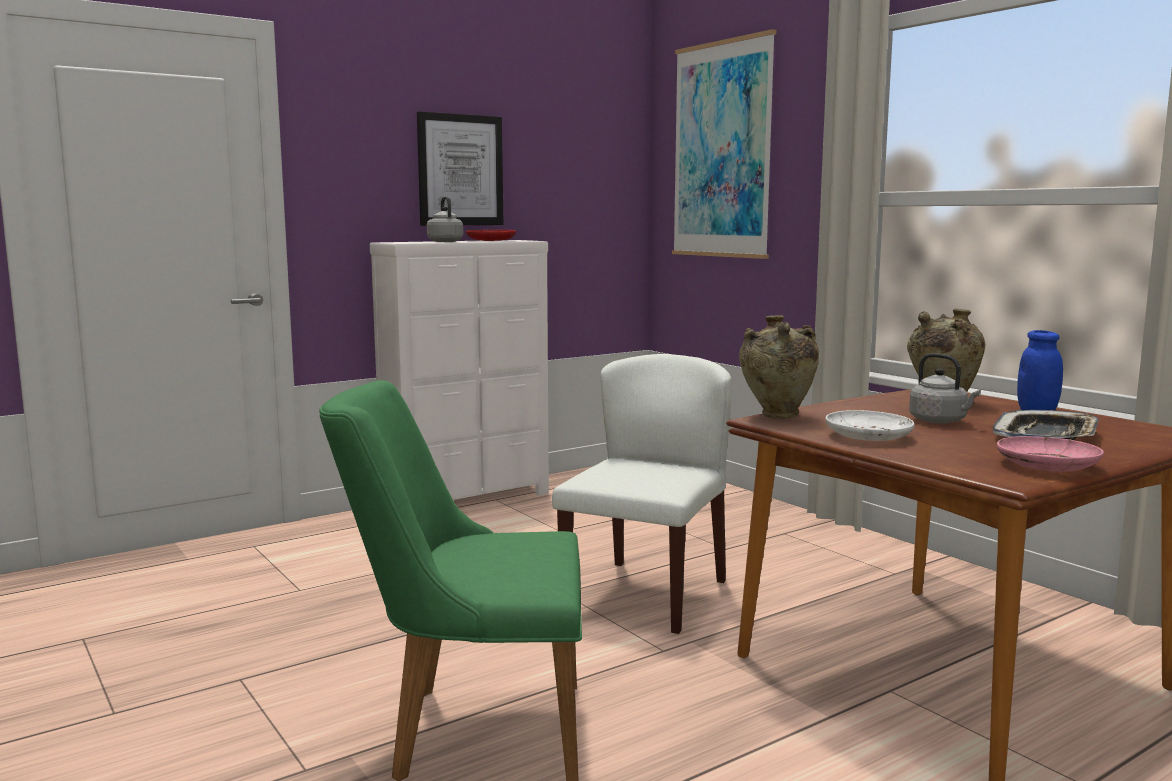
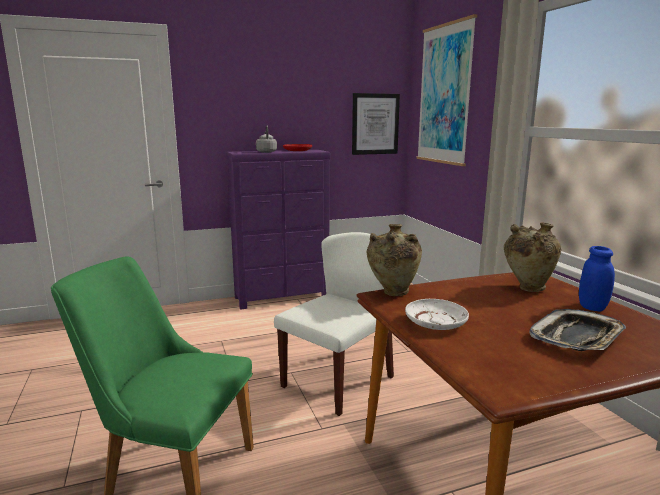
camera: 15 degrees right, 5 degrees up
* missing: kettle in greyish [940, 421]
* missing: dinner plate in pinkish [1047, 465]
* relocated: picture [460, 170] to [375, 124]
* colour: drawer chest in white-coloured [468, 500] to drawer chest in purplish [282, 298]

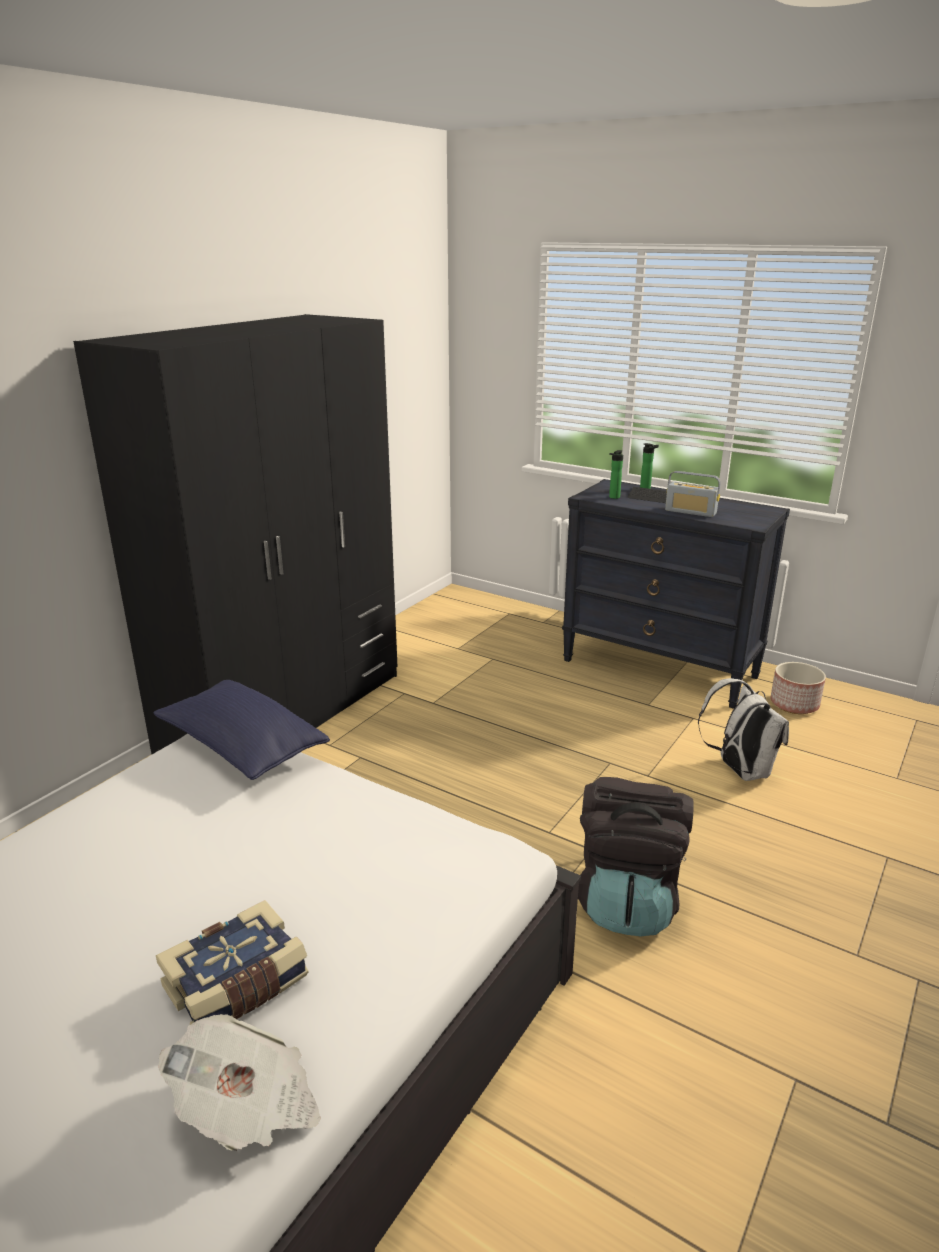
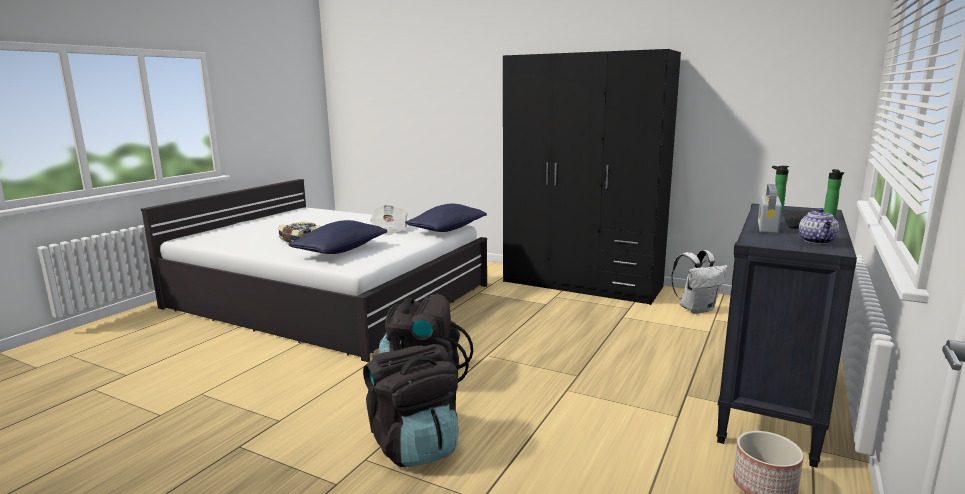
camera: 85 degrees right, 10 degrees down
* appeared: throw pillow in blue-coloured [340, 250]
* appeared: backpack in blackish [414, 445]
* appeared: tea pot [817, 241]
* relocated: daily paper [249, 1108] to [390, 230]
* relocated: backpack in white-coloured [739, 770] to [696, 309]

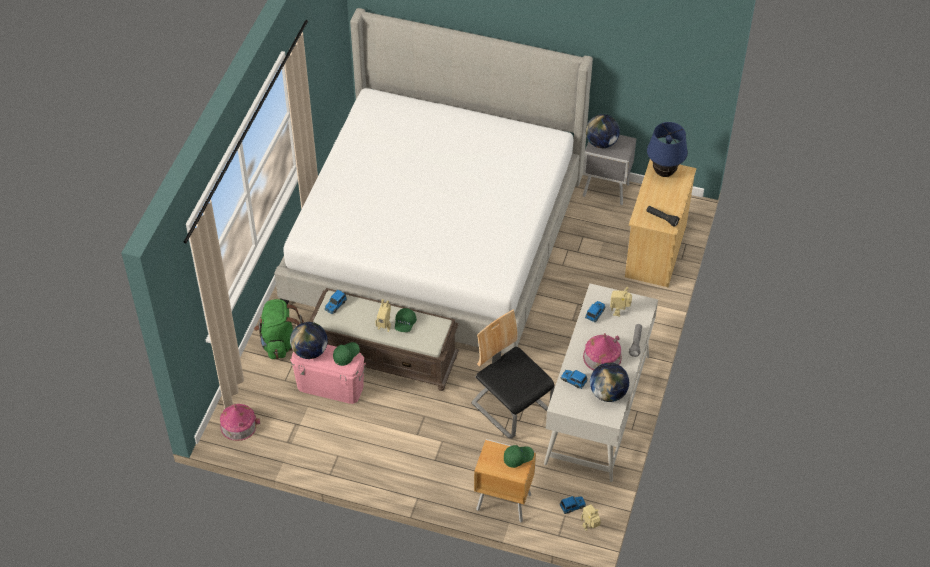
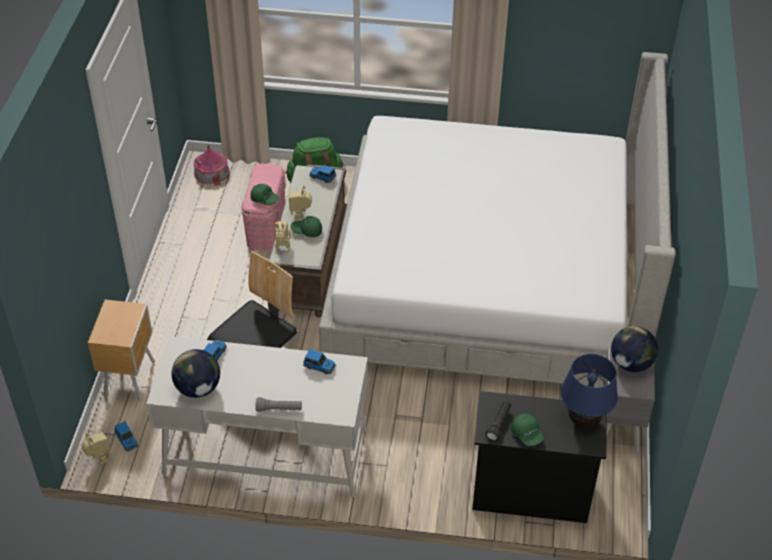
camera: 80 degrees right, 5 degrees down
* missing: world globe [310, 351]
* missing: miniature house [602, 357]
* relocated: baseball cap in green [518, 458] to [527, 434]
* relocated: toy robot [619, 311] to [282, 249]
* colour: drawer chest in beige [655, 251] to drawer chest in blackish [530, 491]

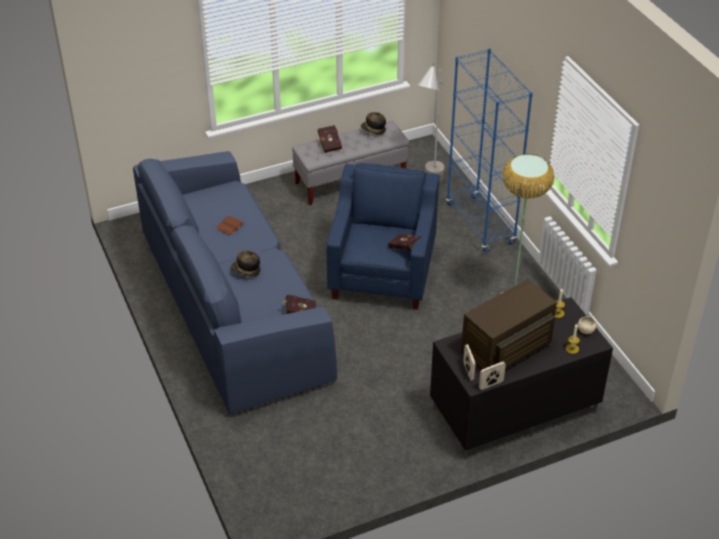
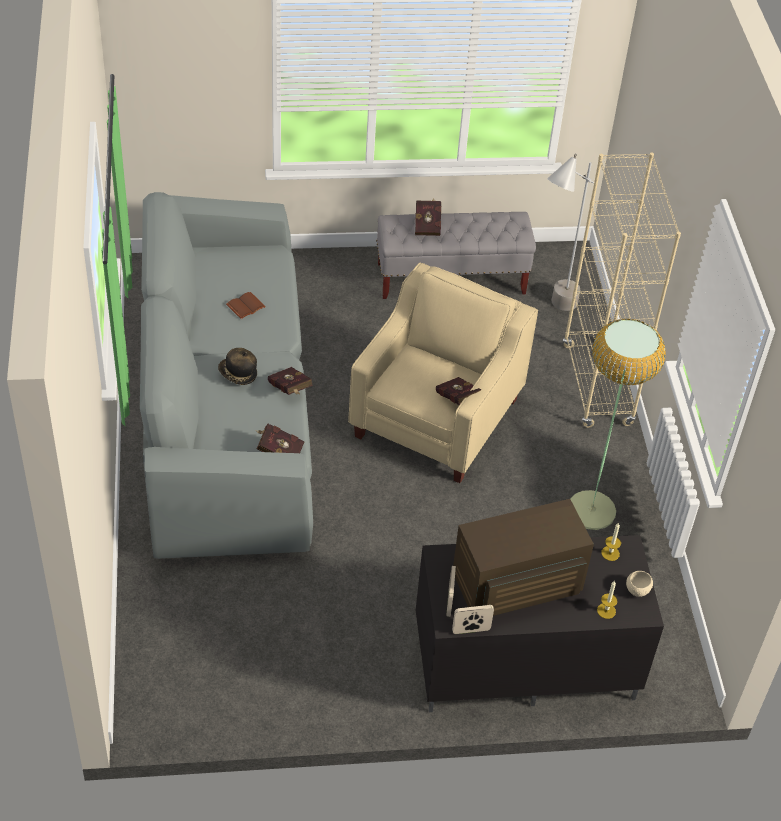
camera: 15 degrees right, 5 degrees up
* missing: clothing hat [373, 130]
* appeared: bound book in reddish [290, 390]
* colour: couch in blue-coloured [233, 305] to couch in greyish [226, 410]
* colour: armchair in blue-coloured [383, 272] to armchair in beige [437, 418]
* colour: shelving unit in blue-coloured [480, 224] to shelving unit in beige [597, 386]

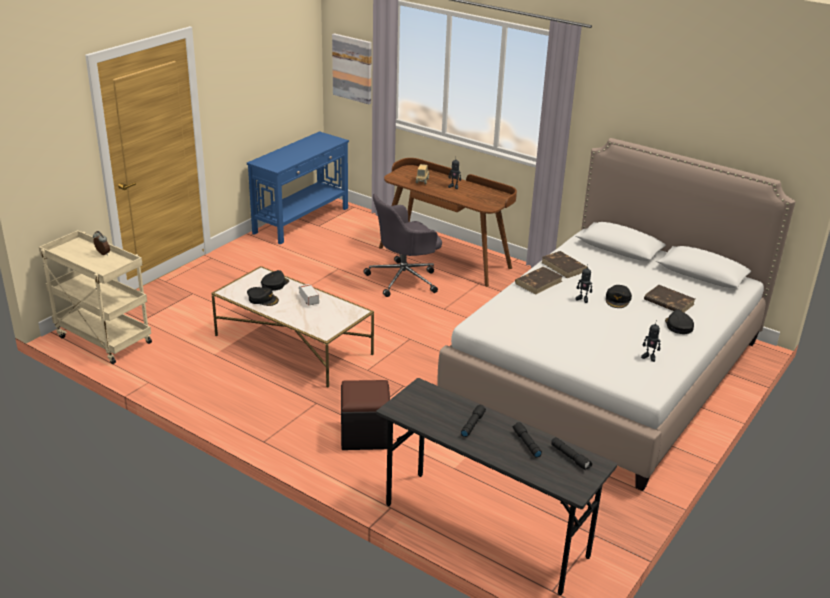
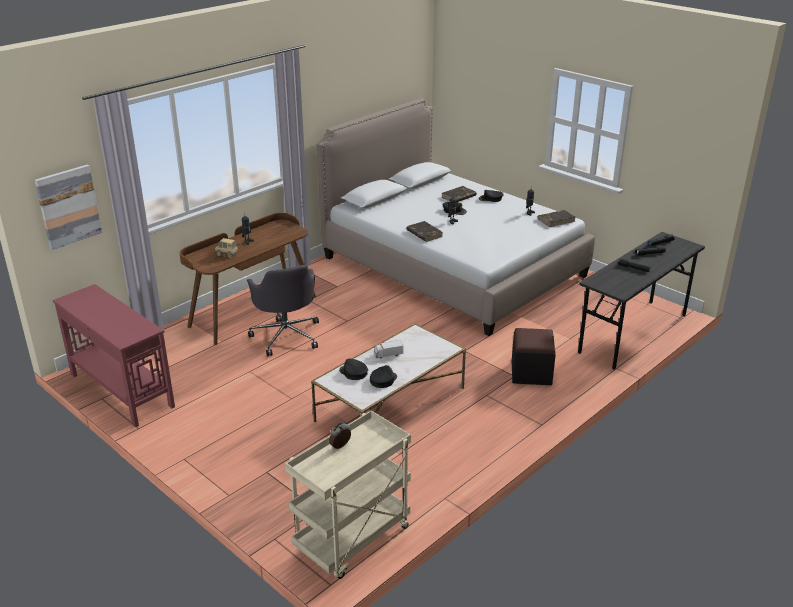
camera: 80 degrees left, 0 degrees up
* relocated: bound book in brown-coloured [564, 267] to [556, 220]
* colour: narrow table in blue-coloured [302, 220] to narrow table in reddish [121, 390]

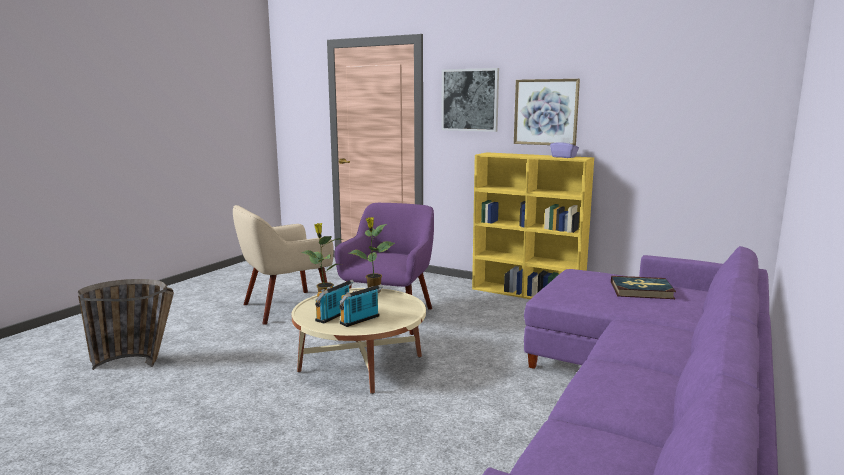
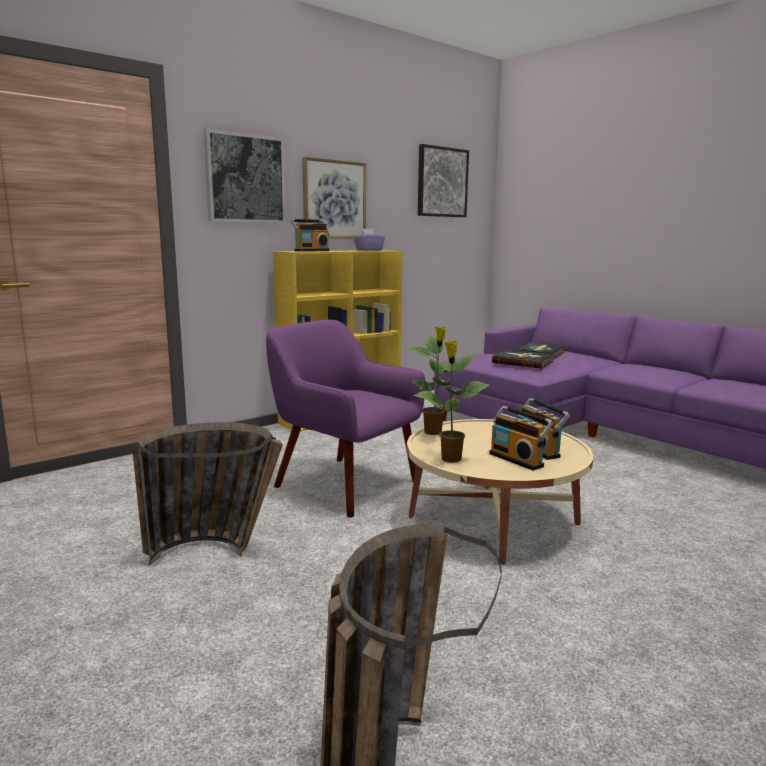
camera: 70 degrees left, 0 degrees up
* appeared: radio set [311, 251]
* appeared: picture [442, 182]
* appeared: bound book [523, 362]
* exchanged: armchair in beige [285, 307] to household basket [217, 551]

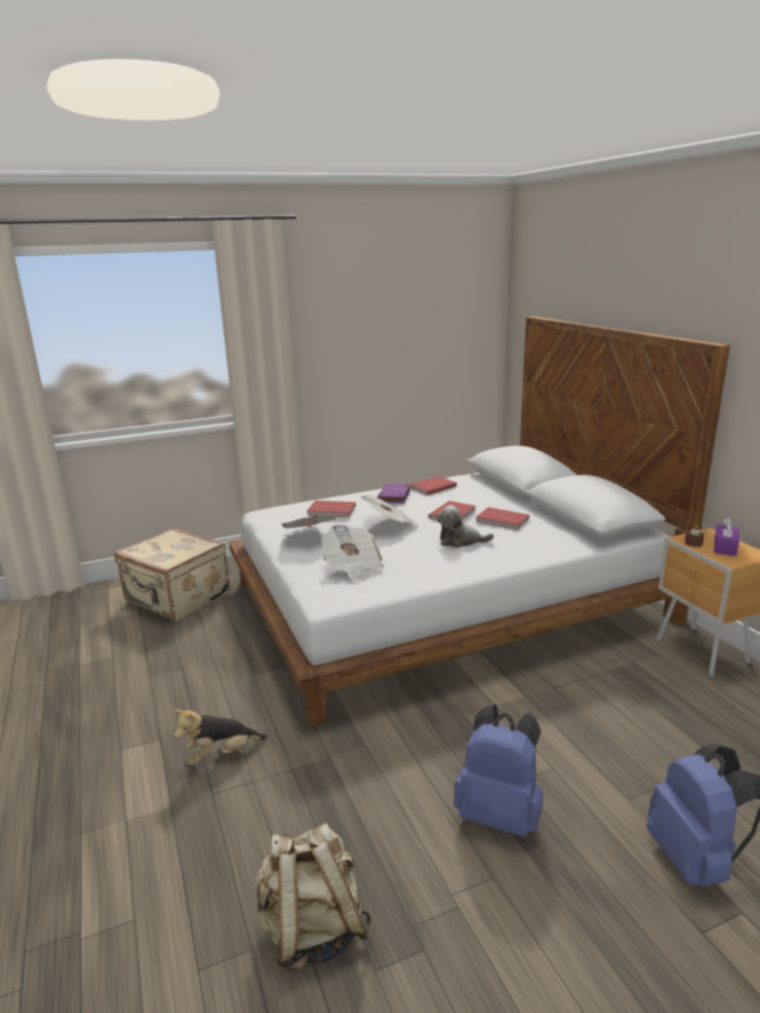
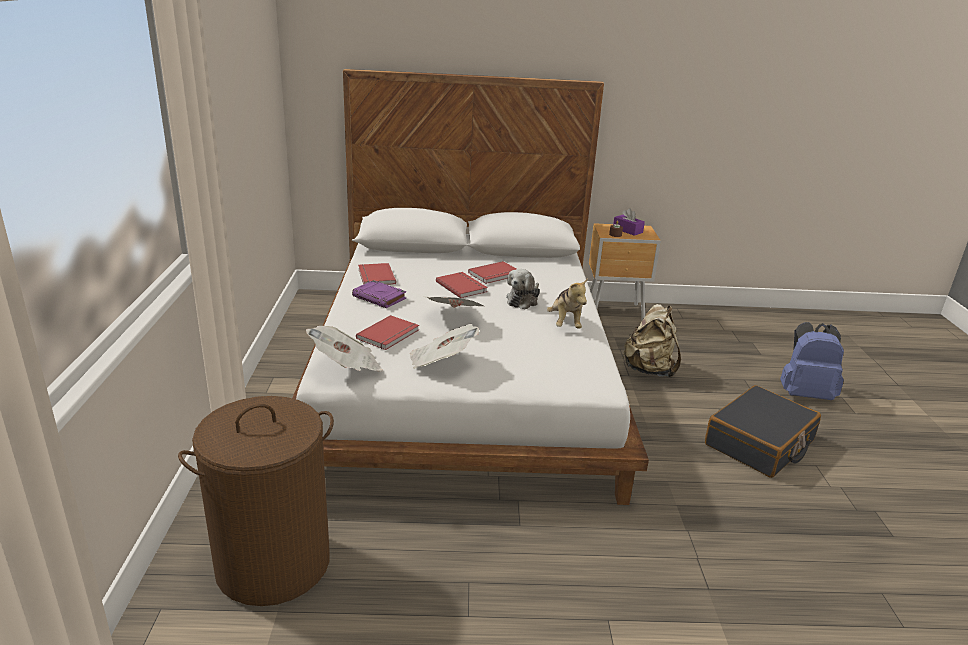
camera: 70 degrees left, 5 degrees up
* relocated: soft toy [221, 754] to [565, 323]
* relocated: backpack in beige [312, 929] to [649, 370]
* relocated: daily paper [353, 568] to [346, 366]
* exchanged: suitcase in beige [177, 599] to hamper in brown-coloured [273, 563]
* exchanged: backpack in blue-coloured [499, 814] to suitcase in blackish [759, 443]

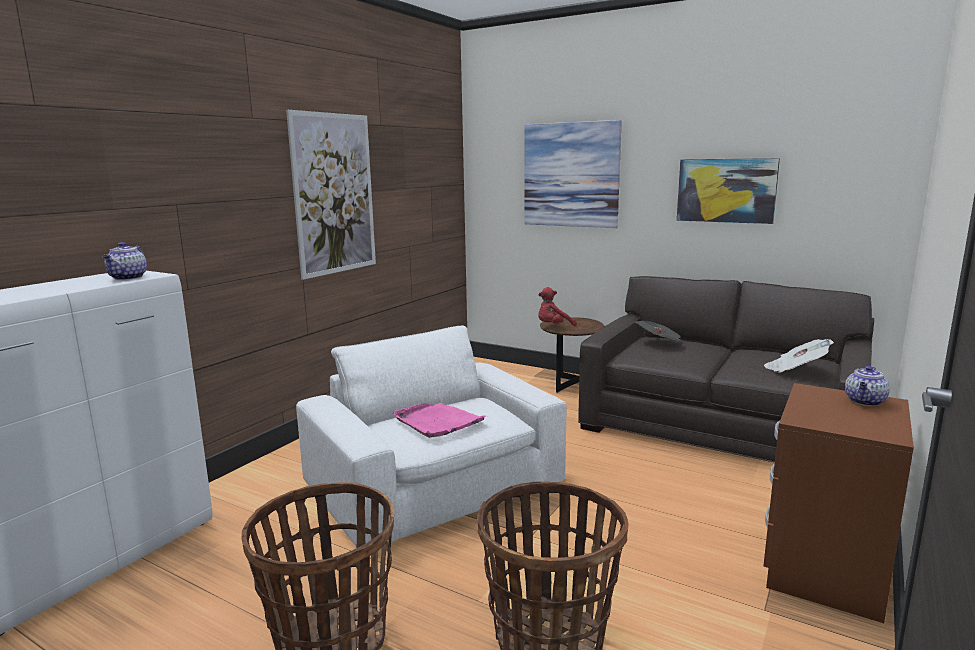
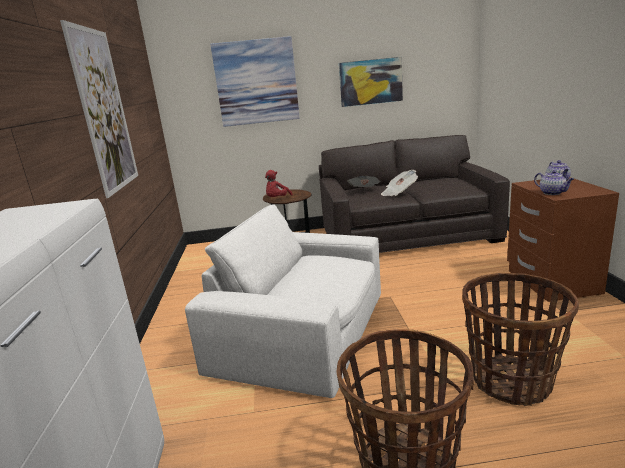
camera: 35 degrees left, 5 degrees up
* missing: carrying tray in pinkish [437, 422]
* relocated: tea pot [128, 278] to [552, 193]
* relocated: daily paper [795, 370] to [399, 193]

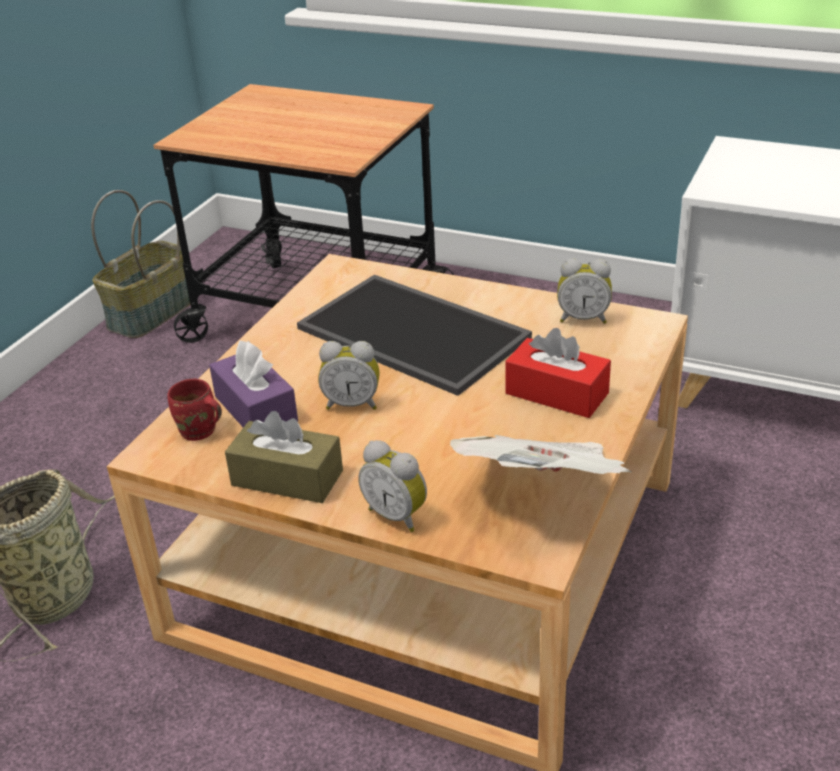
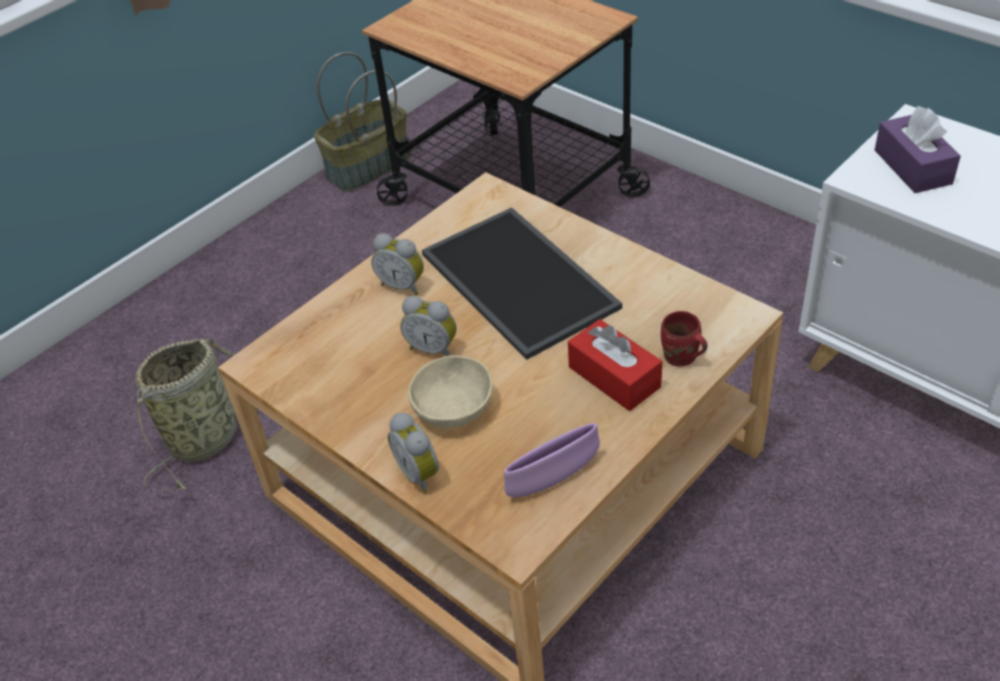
camera: 20 degrees right, 10 degrees up
* missing: tissue holder in brown-coloured [287, 478]
* appeared: serving bowl in beige [455, 410]
* relocated: coffee mug in reddish [199, 433] to [680, 358]
* relocated: tissue holder in purplish [256, 409] to [912, 167]
* relocated: bedside clock [583, 318] to [403, 285]
* exchanged: daily paper [544, 490] to serving bowl in purplish [553, 479]

